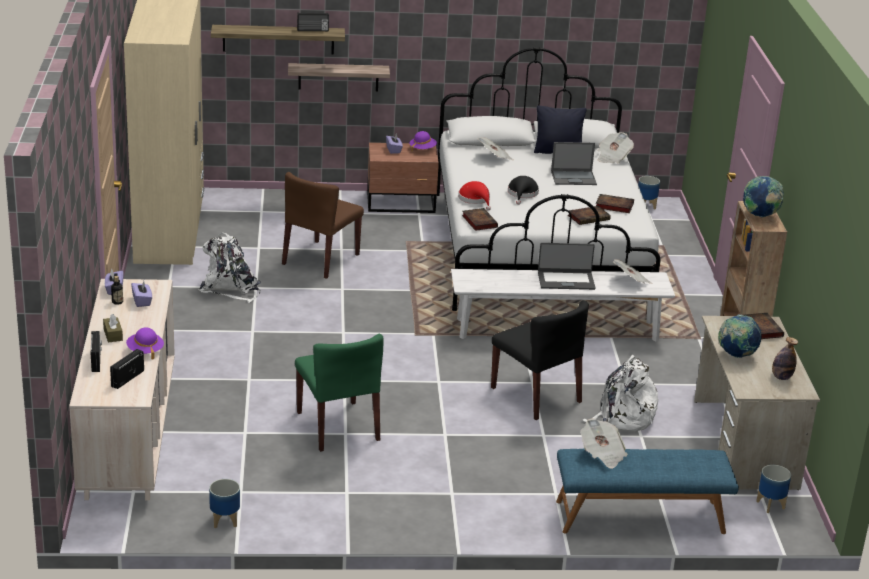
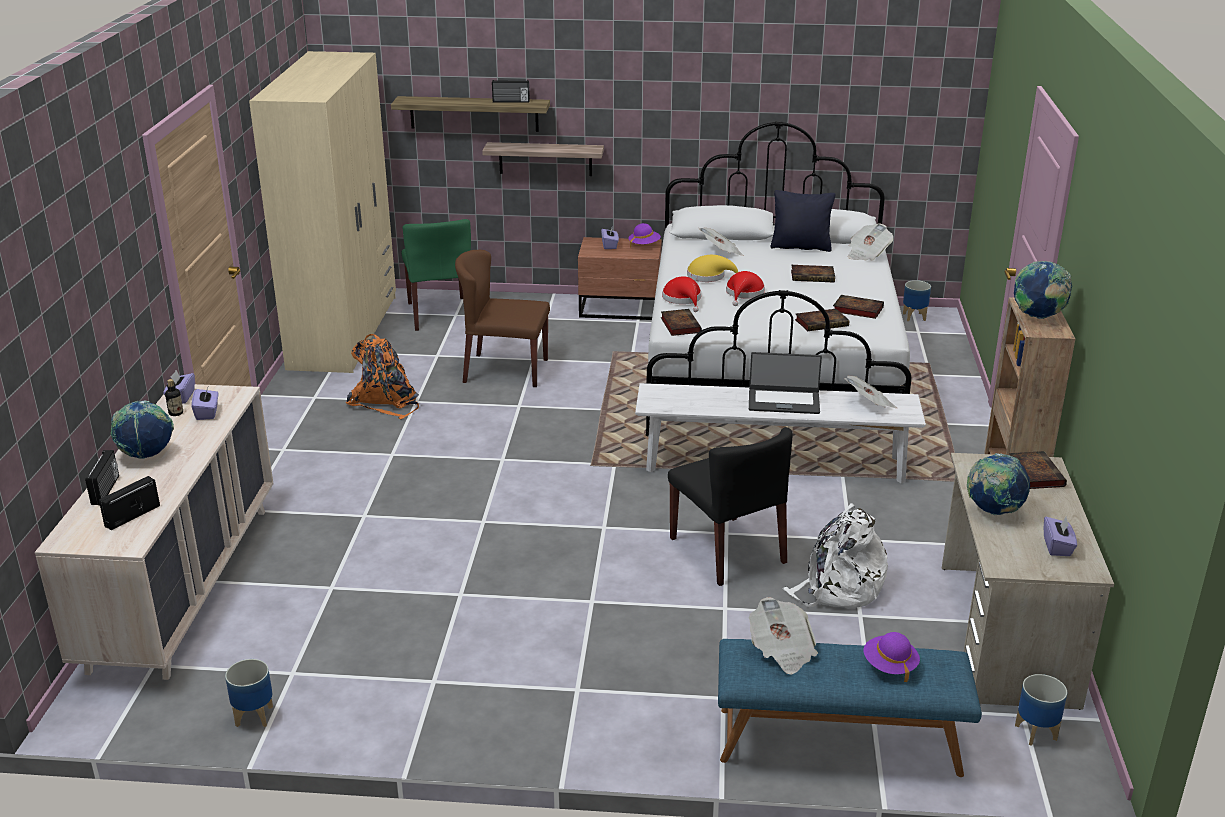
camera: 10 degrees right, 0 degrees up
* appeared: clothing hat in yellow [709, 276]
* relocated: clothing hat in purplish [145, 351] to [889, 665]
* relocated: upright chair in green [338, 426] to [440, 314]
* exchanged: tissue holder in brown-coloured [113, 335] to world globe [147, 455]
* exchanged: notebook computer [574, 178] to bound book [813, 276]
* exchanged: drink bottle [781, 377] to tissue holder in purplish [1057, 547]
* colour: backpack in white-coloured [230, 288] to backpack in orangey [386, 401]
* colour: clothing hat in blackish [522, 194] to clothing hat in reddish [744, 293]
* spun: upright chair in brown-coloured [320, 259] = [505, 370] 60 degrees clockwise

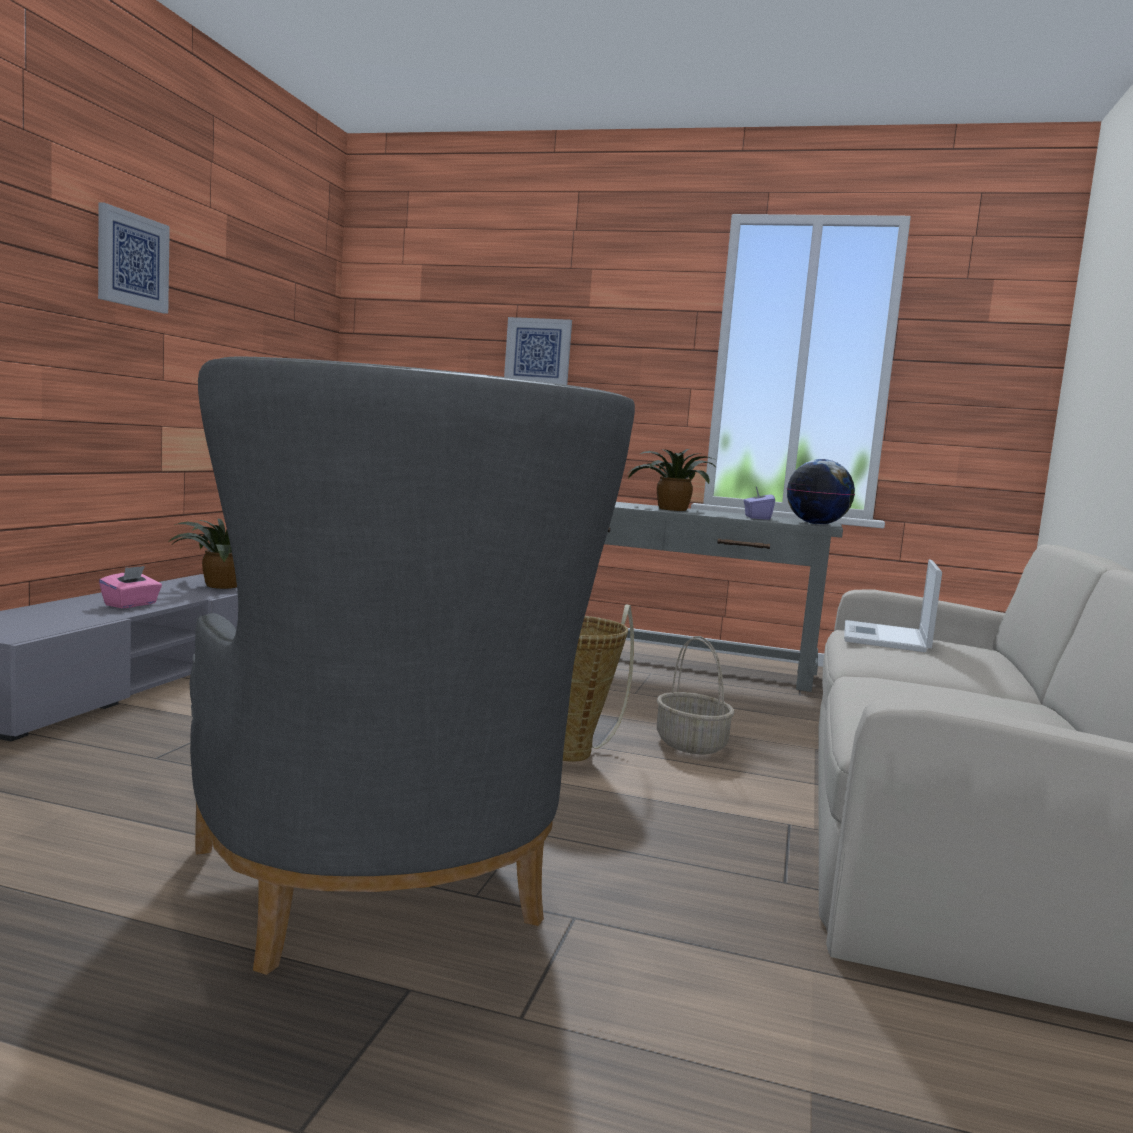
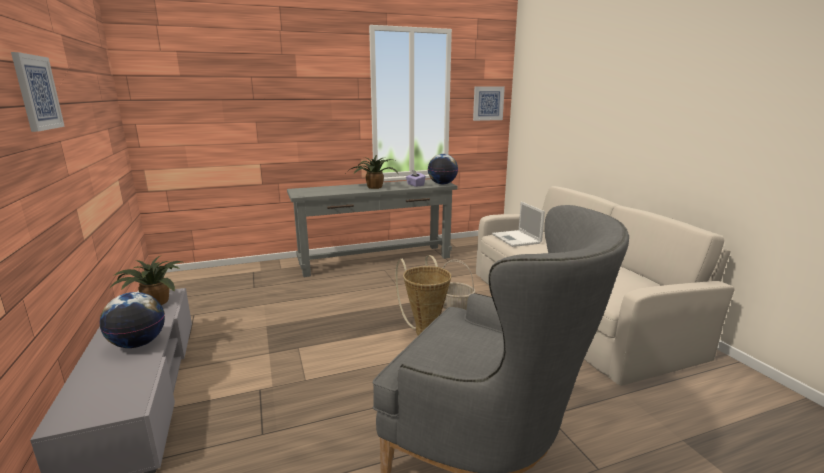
camera: 35 degrees left, 10 degrees up
* relocated: picture [538, 352] to [488, 103]
* exchanged: tissue holder in pinkish [131, 604] to world globe [138, 343]

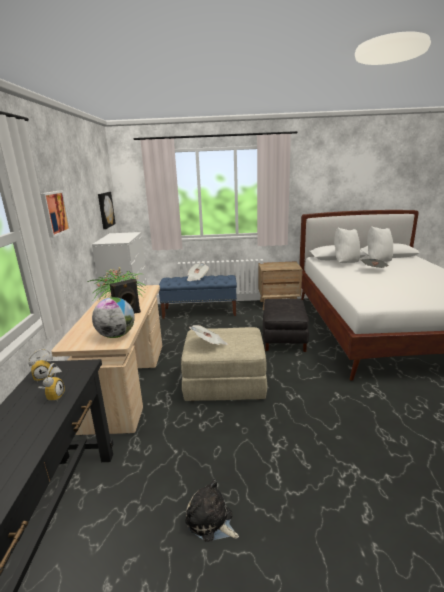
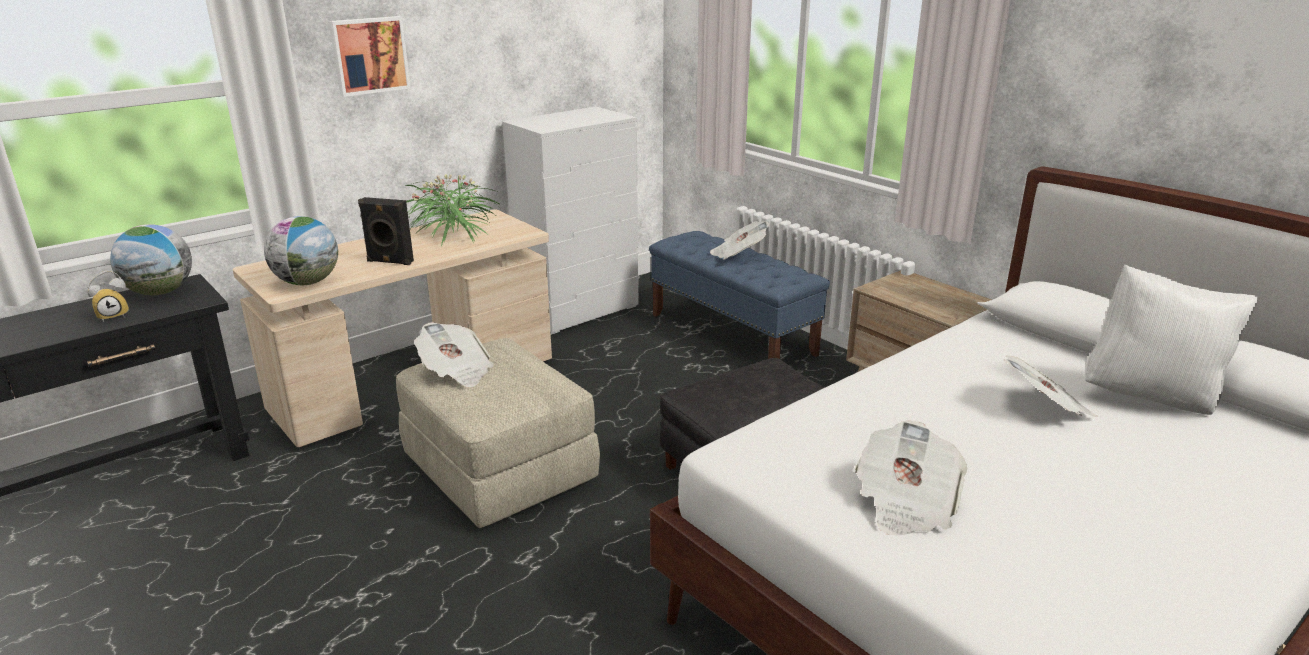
camera: 50 degrees right, 5 degrees up
* missing: picture [105, 210]
* missing: soft toy [211, 521]
* missing: throw pillow in white-coloured [345, 263]
* appeared: daily paper [905, 504]
* exchanged: bedside clock [45, 376] to world globe [160, 292]

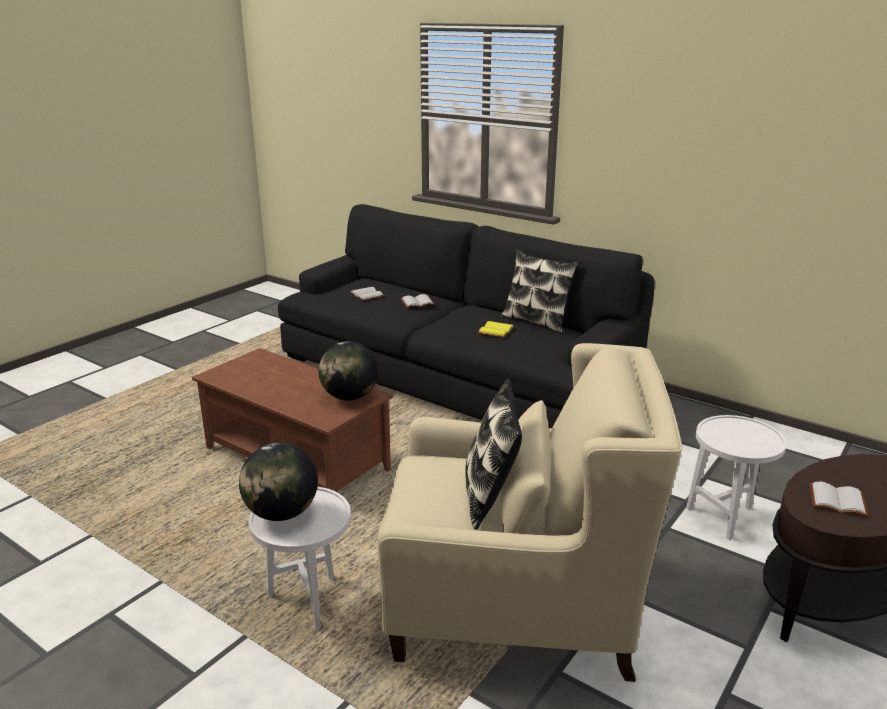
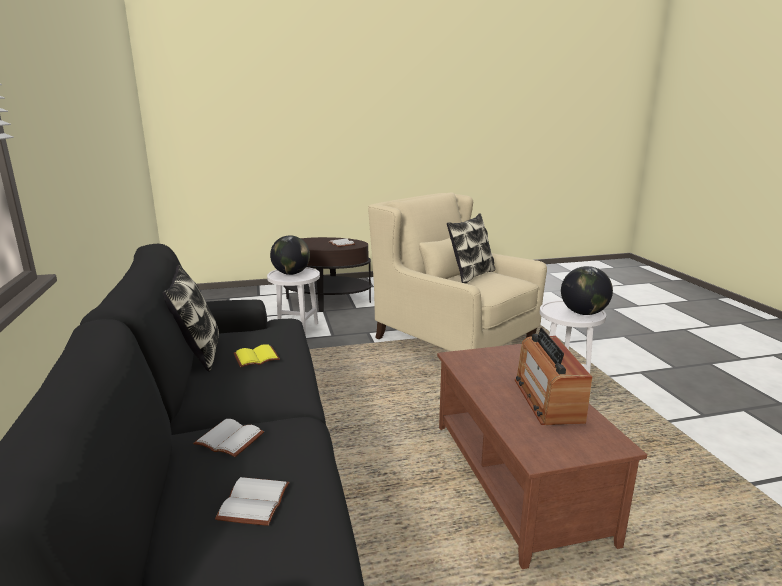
camera: 140 degrees left, 5 degrees down
* appeared: radio set [547, 400]
* relocated: world globe [349, 397] to [291, 273]

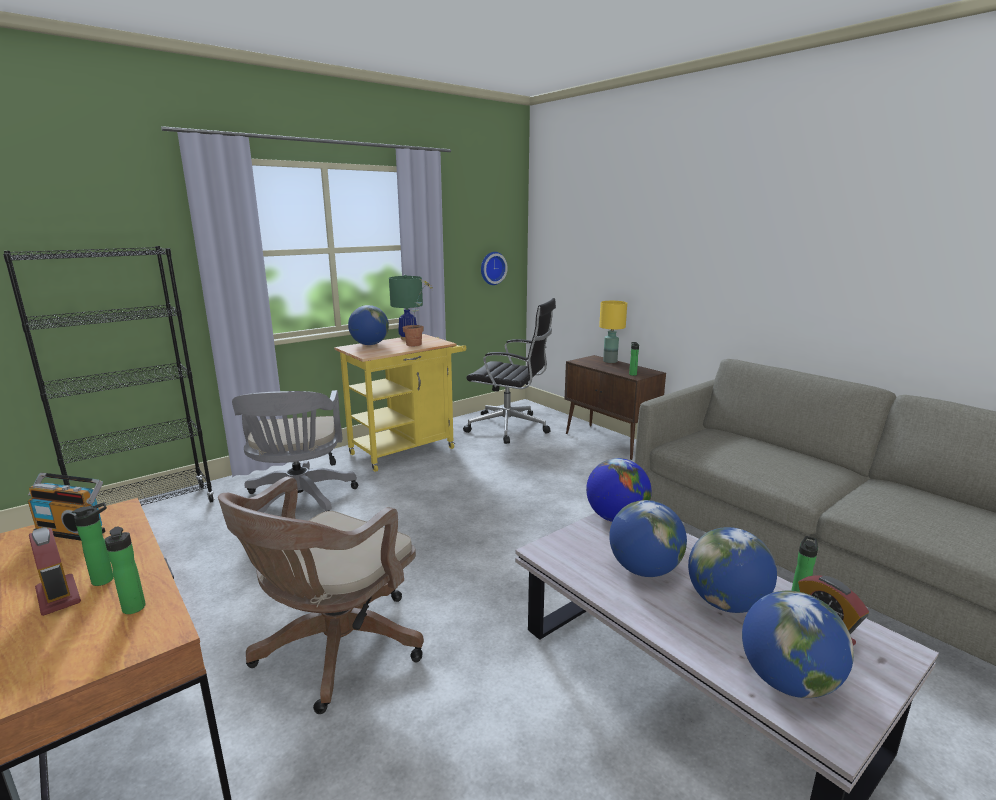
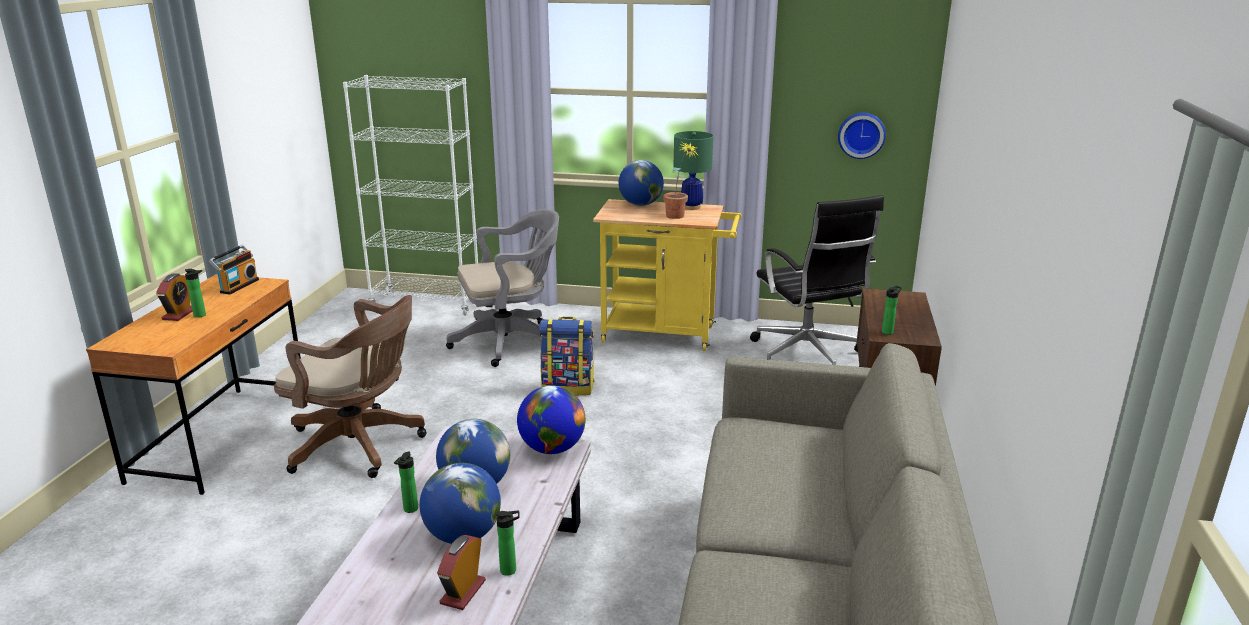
camera: 50 degrees right, 5 degrees up
* missing: tabletop lamp in yellow [610, 361]
* missing: world globe [787, 682]
* appeared: backpack [568, 387]
* relocated: drink bottle [134, 610] to [409, 510]
* colour: shelving unit in blackish [146, 511] to shelving unit in white-coloured [426, 304]
* spun: radio set [73, 531] = [238, 286] 135 degrees counterclockwise
* spun: office chair in brown-coloured [334, 651] = [360, 446] 150 degrees counterclockwise
* spun: office chair in greyish [299, 502] = [510, 341] 150 degrees counterclockwise

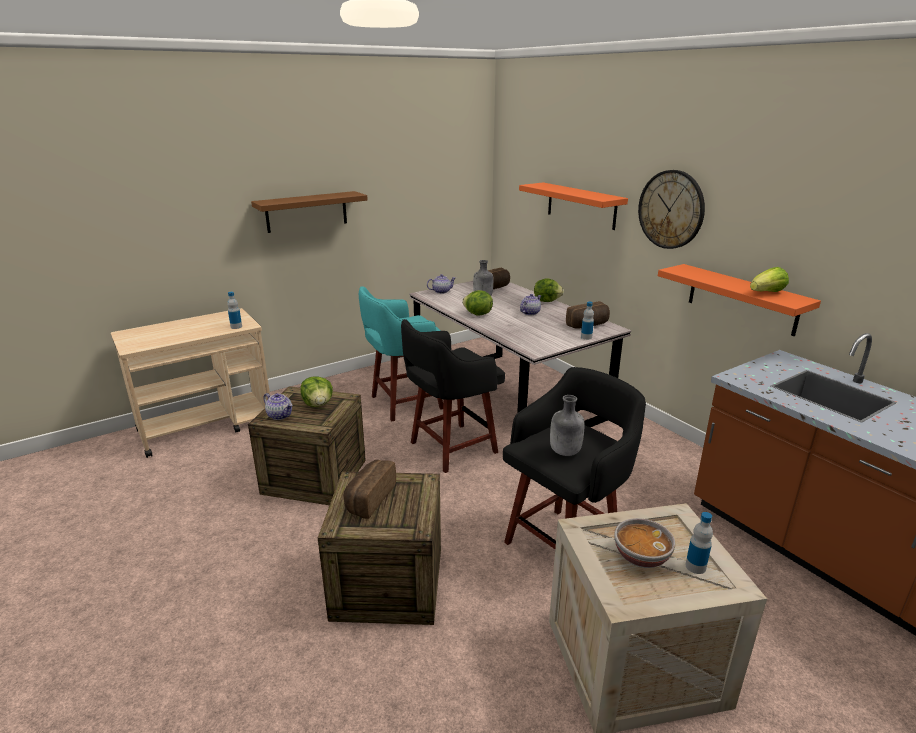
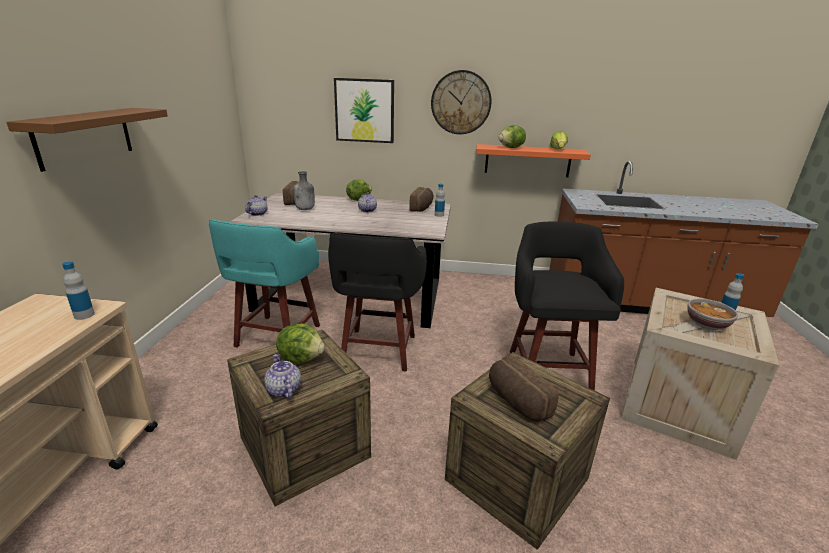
camera: 50 degrees left, 0 degrees up
* missing: drink bottle in greyish [564, 452]
* relocated: lettuce [477, 314] to [511, 148]
* exchanged: shelf in orangey [581, 205] to picture [364, 110]
* spun: tea pot [280, 415] = [283, 390] 105 degrees counterclockwise

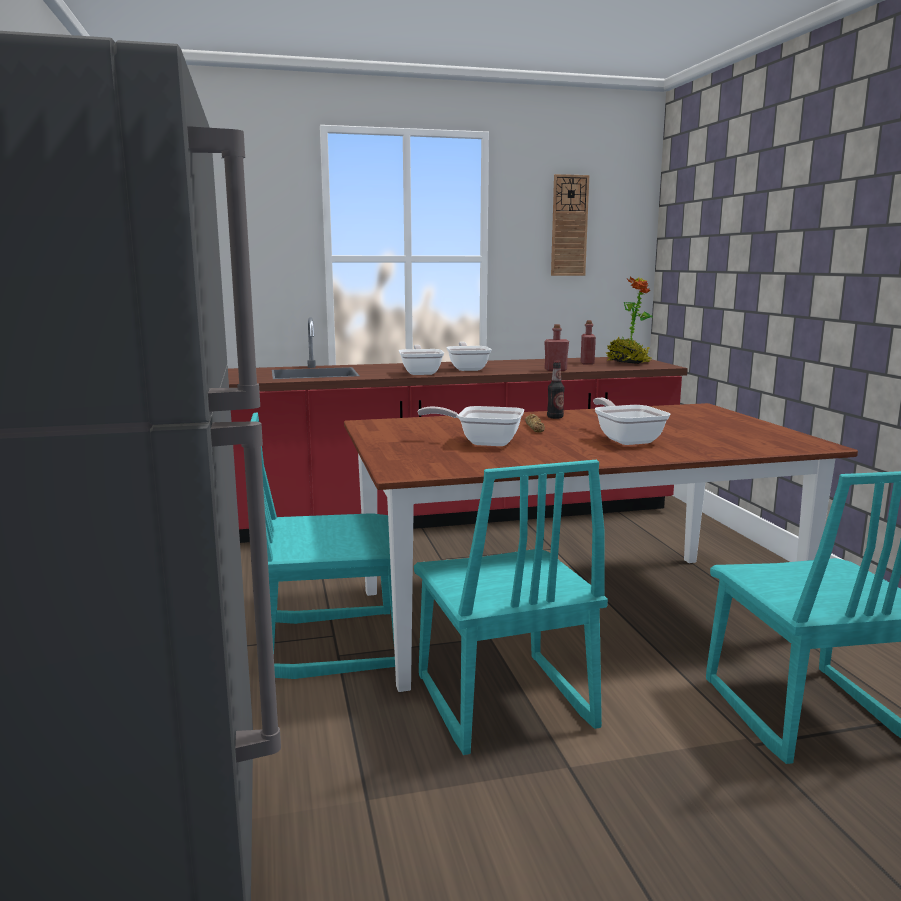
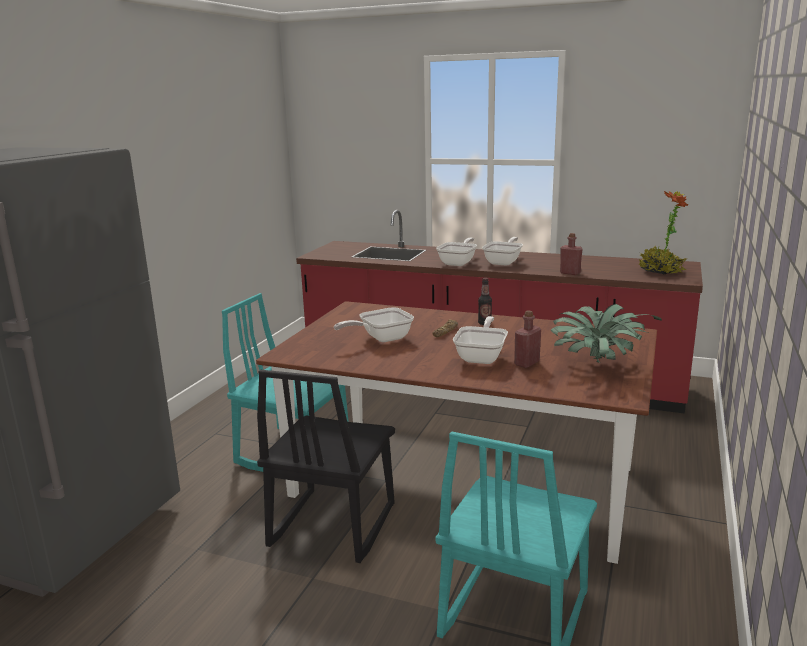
camera: 35 degrees right, 5 degrees up
* missing: hanging clock [569, 226]
* appeared: plant in a pot [597, 364]
* relocated: drink bottle in reddish [587, 363] to [527, 363]
* colour: upright chair in blue-green [502, 703] to upright chair in blackish [331, 525]
* spun: pan [483, 442] = [381, 338] 75 degrees counterclockwise

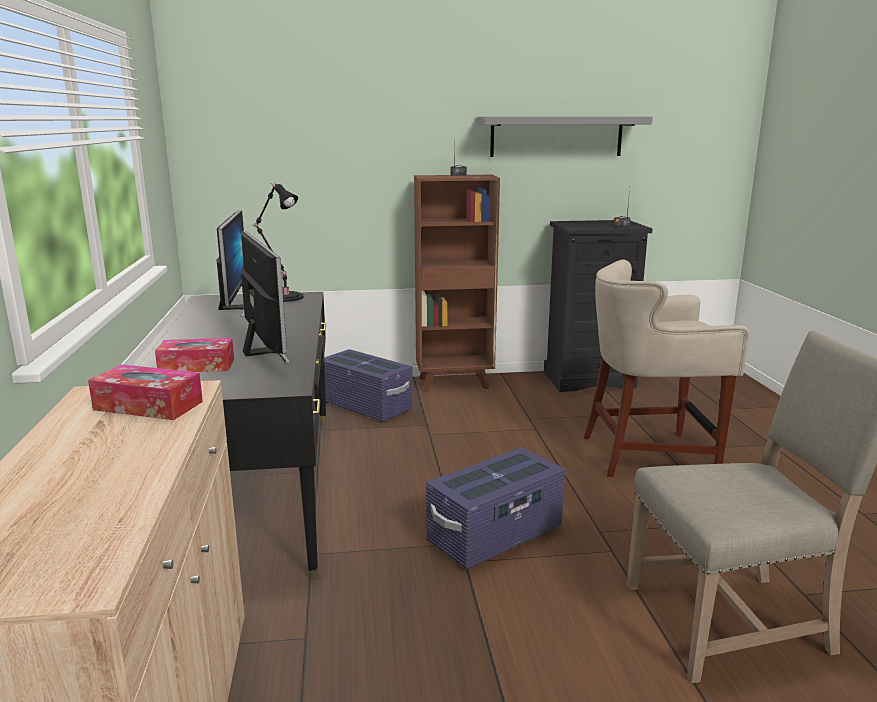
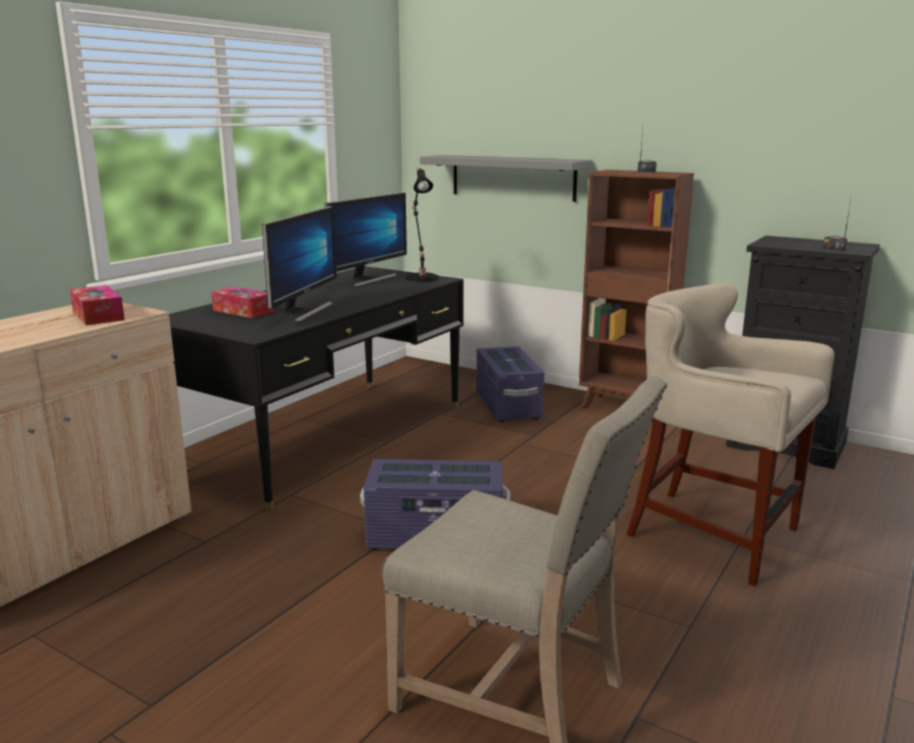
camera: 40 degrees right, 0 degrees up
* relocated: shelf in greyish [556, 136] to [513, 177]

